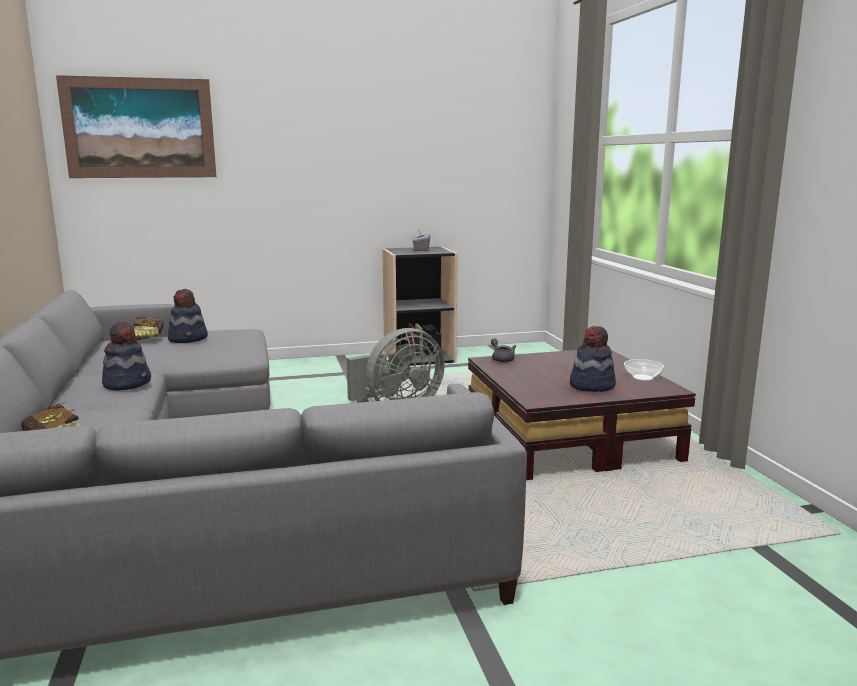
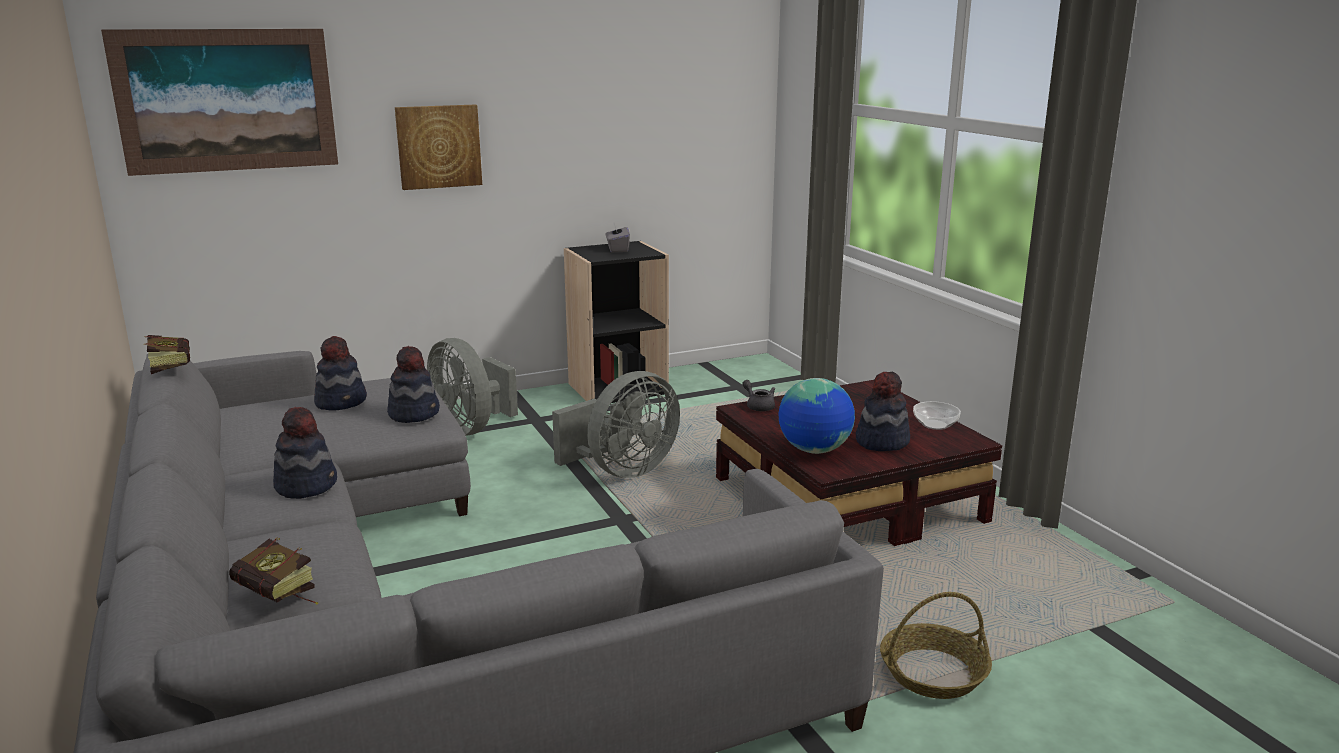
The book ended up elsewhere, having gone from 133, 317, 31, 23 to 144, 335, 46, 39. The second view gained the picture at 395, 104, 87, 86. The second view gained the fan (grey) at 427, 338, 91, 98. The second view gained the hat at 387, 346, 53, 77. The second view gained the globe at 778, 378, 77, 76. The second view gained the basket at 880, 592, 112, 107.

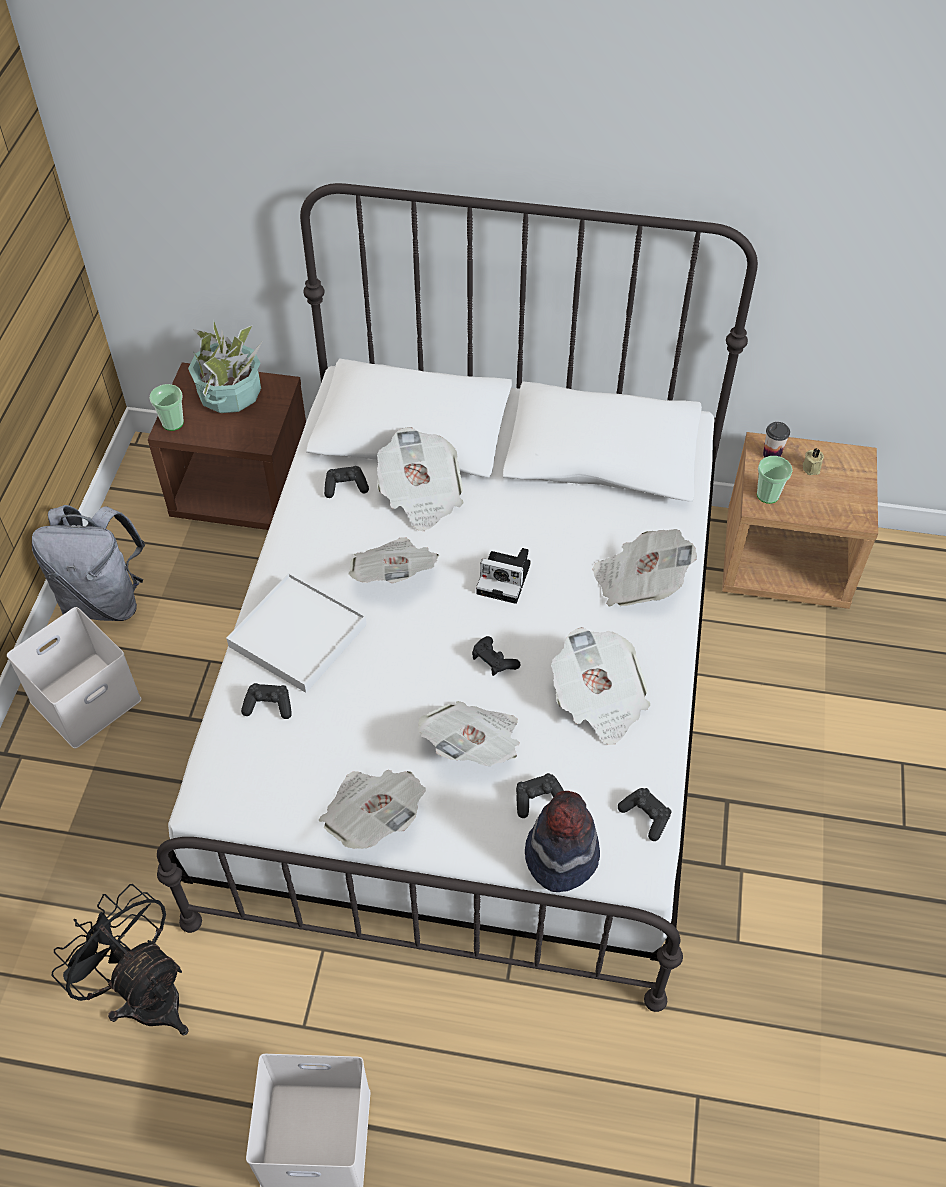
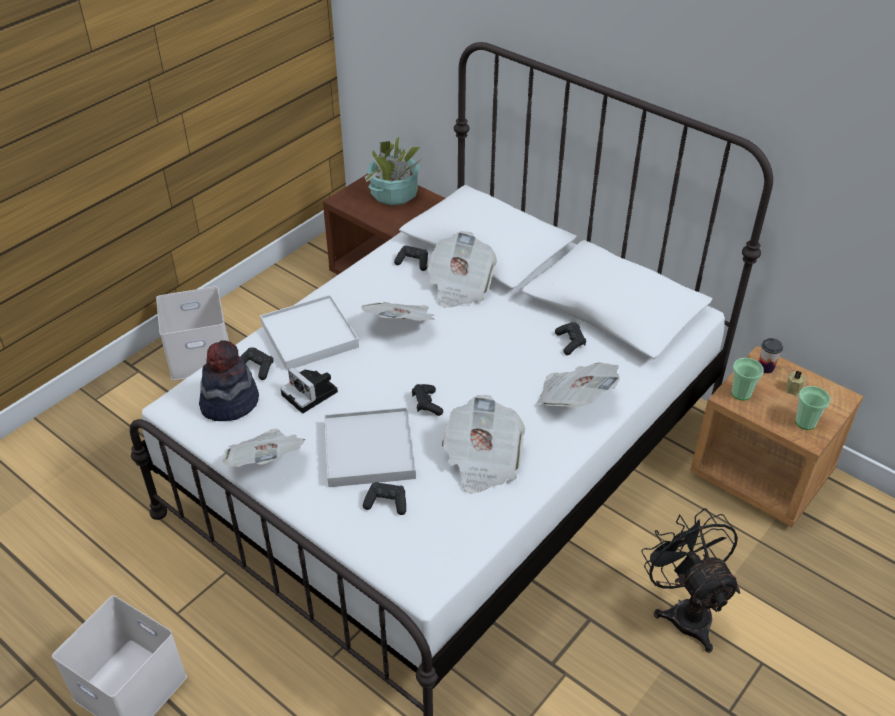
The cup ended up elsewhere, having gone from 150, 384, 34, 47 to 795, 386, 36, 44. The second view lost the backpack (grey) at 32, 505, 113, 116. The photo camera ended up elsewhere, having gone from 476, 548, 55, 56 to 280, 367, 58, 46. Where the newspaper stood at 418, 701, 102, 65, the tray (white) came to stand at 324, 407, 92, 80. The game controller (black) ended up elsewhere, having gone from 618, 788, 53, 53 to 555, 322, 31, 33. The hat ended up elsewhere, having gone from 525, 791, 75, 101 to 199, 340, 60, 81. The fan (black) ended up elsewhere, having gone from 52, 884, 137, 152 to 641, 508, 99, 145.

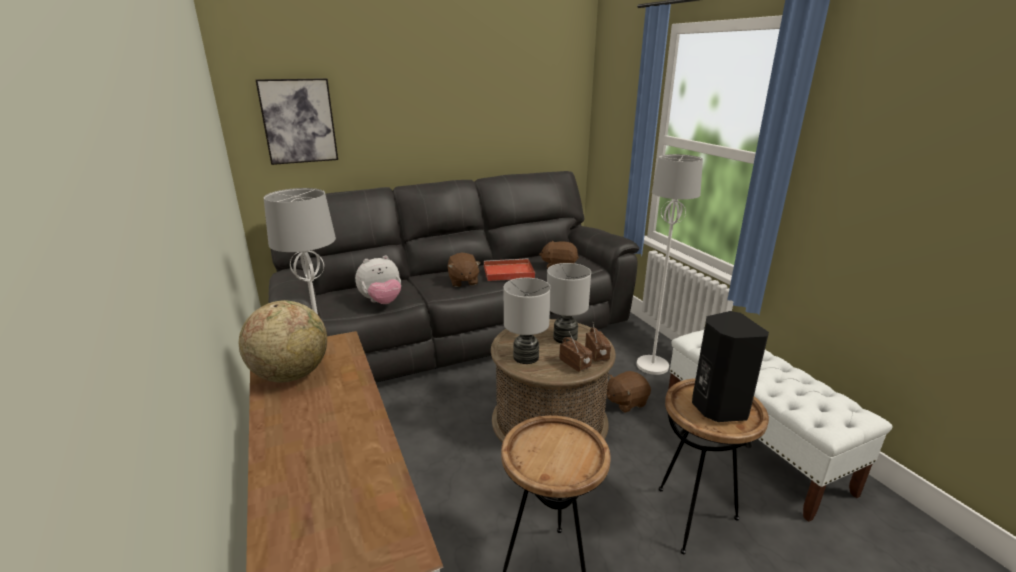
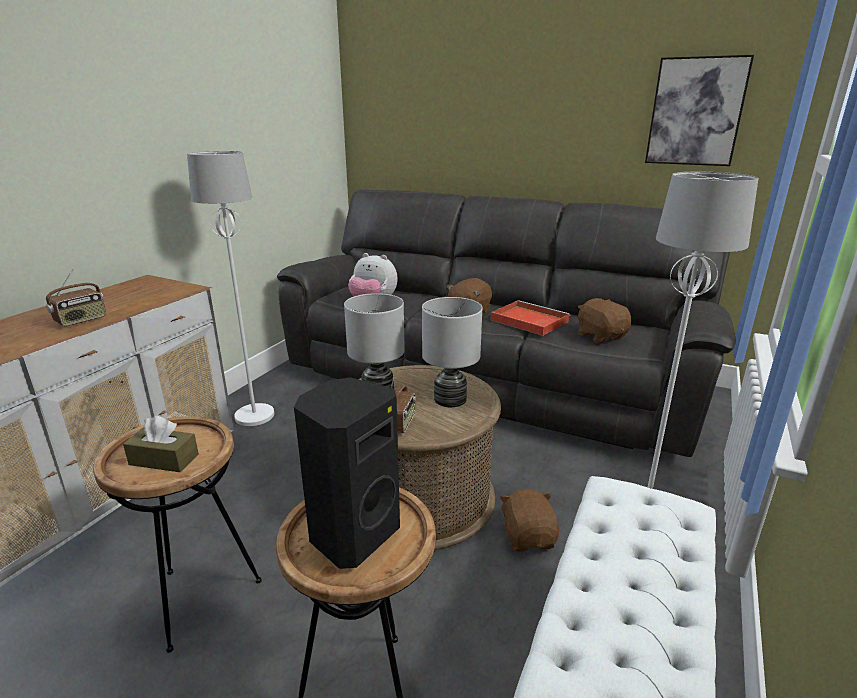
The picture ended up elsewhere, having gone from 256, 78, 82, 87 to 645, 55, 109, 111. The second view lost the globe at 239, 300, 88, 82. The radio ended up elsewhere, having gone from 585, 321, 26, 41 to 46, 269, 60, 57. The plush toy (brown) at 607, 371, 44, 42 ended up facing another way, 60 degrees clockwise from before. The second view gained the tissue box (brown) at 123, 416, 76, 56.

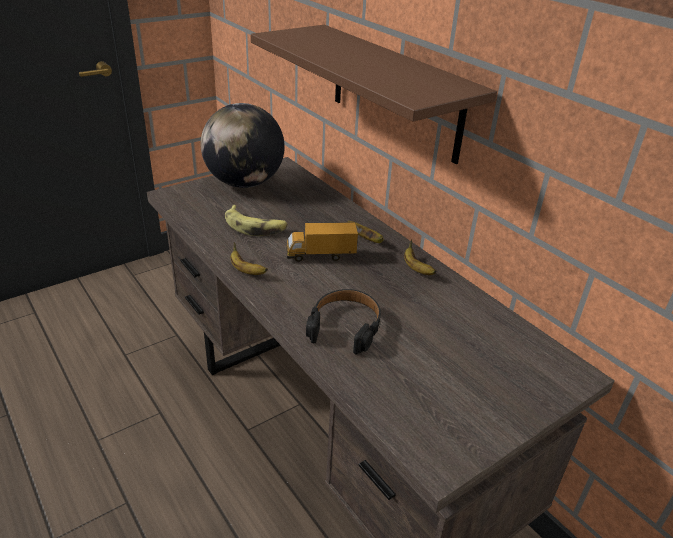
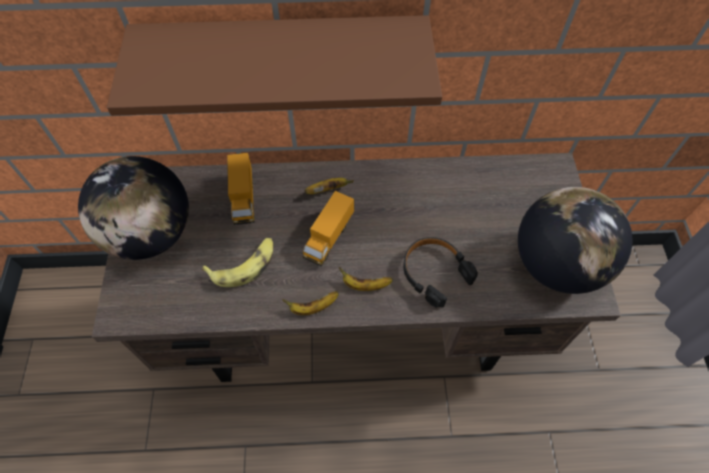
The banana ended up elsewhere, having gone from 404, 240, 33, 35 to 339, 267, 54, 24. The second view gained the toy truck at 227, 153, 28, 72. The second view gained the globe at 518, 187, 114, 107.

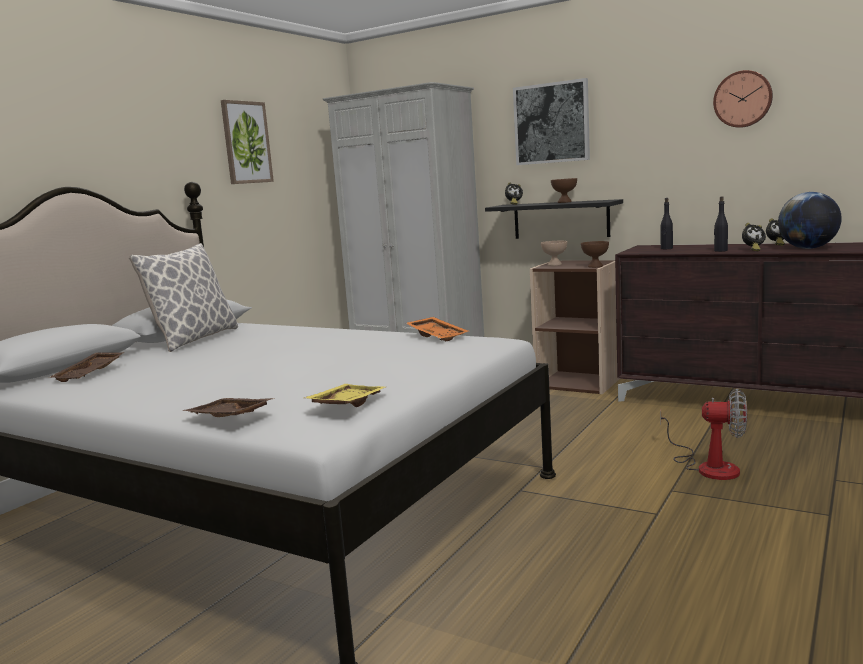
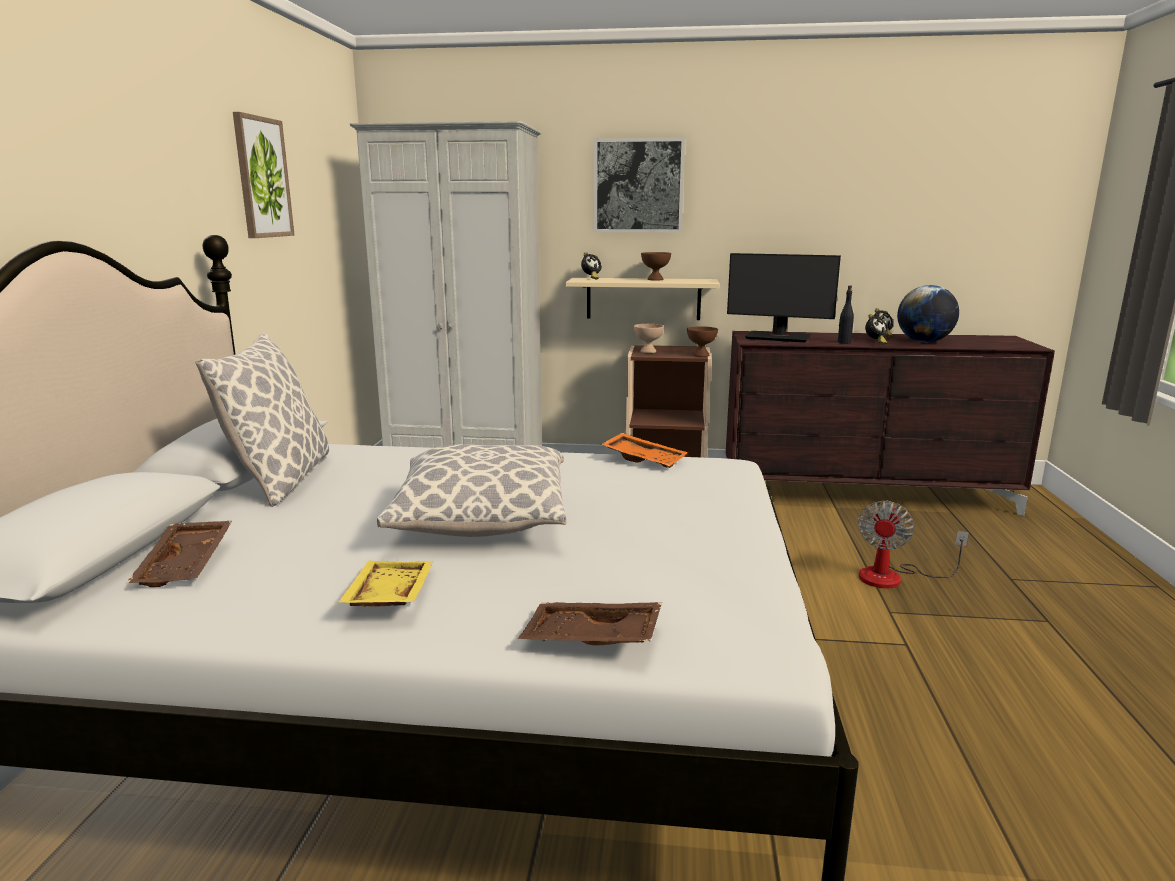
The second view lost the wall clock at 713, 70, 60, 58. Where the bottle (black) stood at 661, 198, 12, 51, the monitor came to stand at 727, 253, 114, 89. What was the shelf (black) at 485, 199, 138, 40 turned into the shelf (beige) at 565, 278, 155, 42. The tray (yellow) ended up elsewhere, having gone from 304, 384, 82, 23 to 338, 561, 95, 46. The fan at 660, 388, 87, 92 ended up facing another way, 120 degrees clockwise from before. The second view gained the pillow at 377, 444, 190, 93.

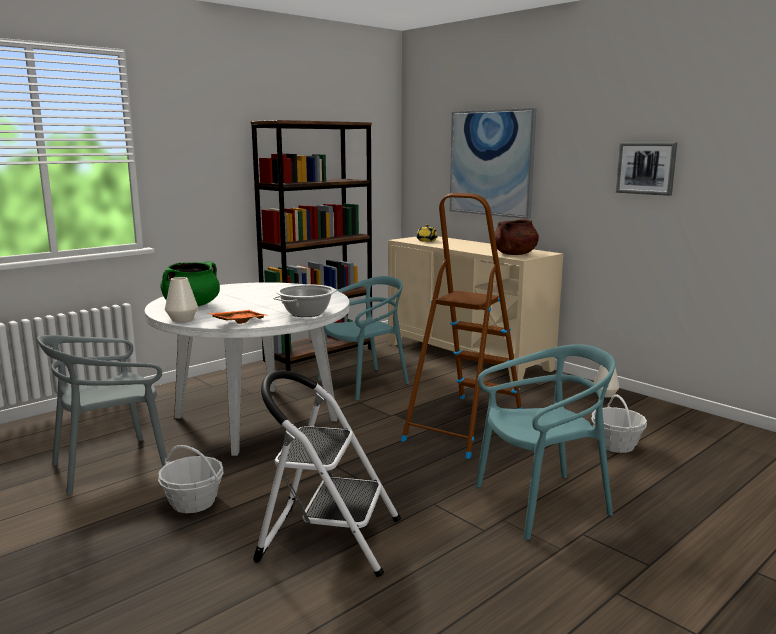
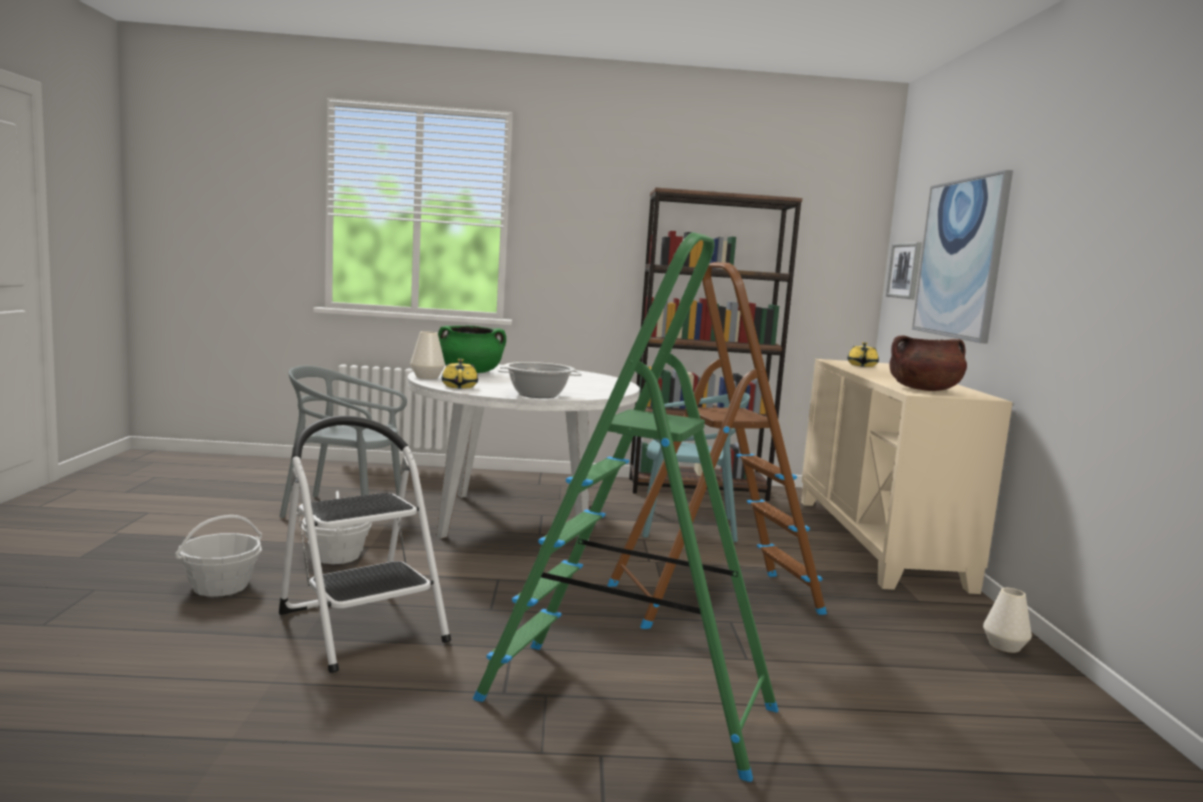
The picture ended up elsewhere, having gone from 616, 142, 61, 54 to 886, 242, 36, 57. Where the tray (orange) stood at 208, 310, 58, 14, the teapot (yellow) came to stand at 442, 359, 36, 30. Where the chair (turquoise) stood at 475, 344, 140, 196, the step ladder (green) came to stand at 473, 232, 305, 550. The basket ended up elsewhere, having gone from 591, 394, 56, 59 to 175, 515, 87, 82.

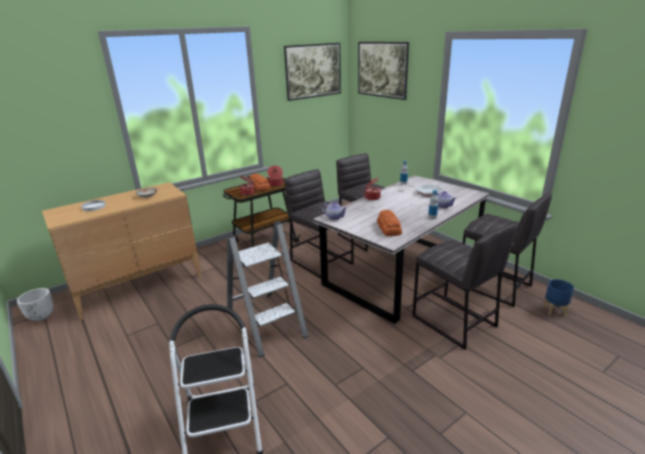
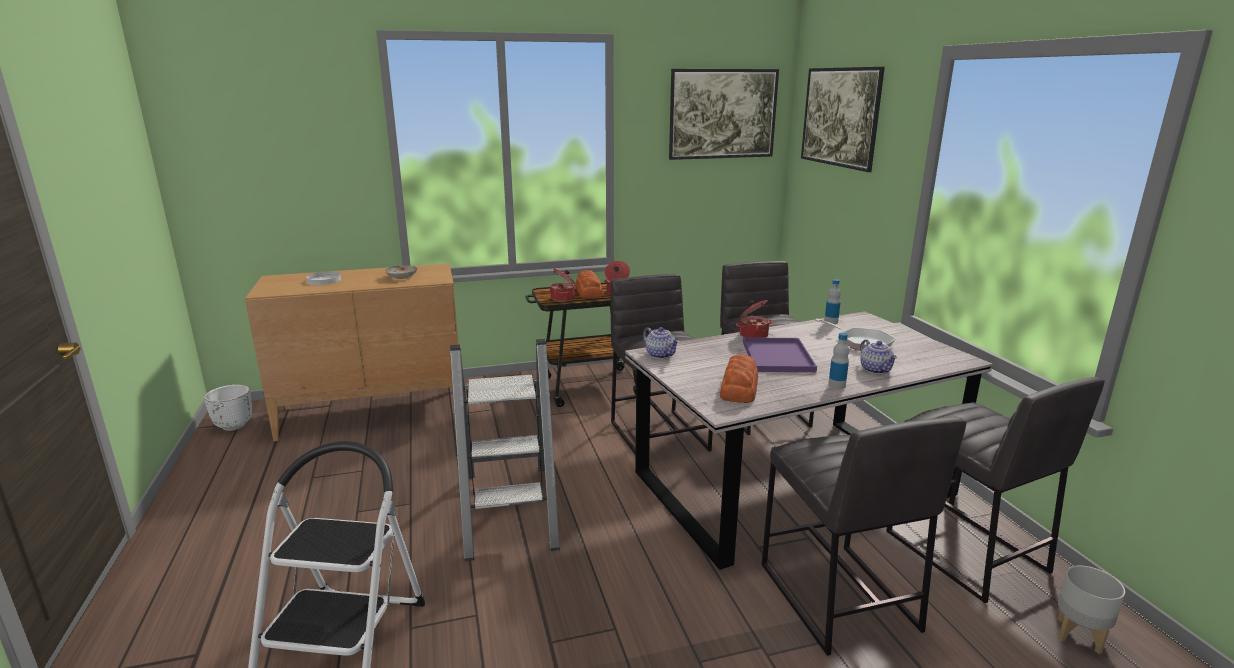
What was the planter (blue) at 544, 279, 30, 37 turned into the planter (grey) at 1058, 565, 67, 89. The second view gained the tray (purple) at 743, 337, 74, 35.

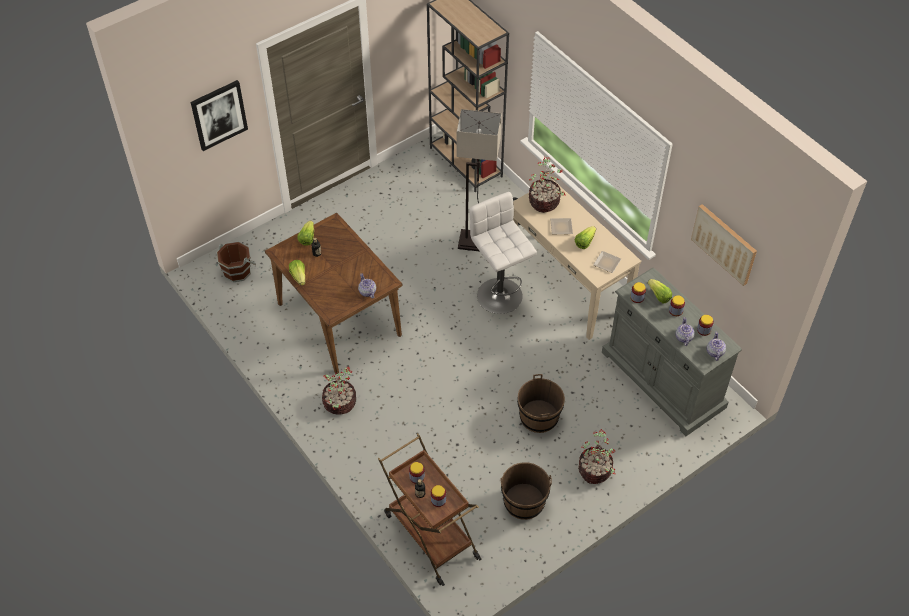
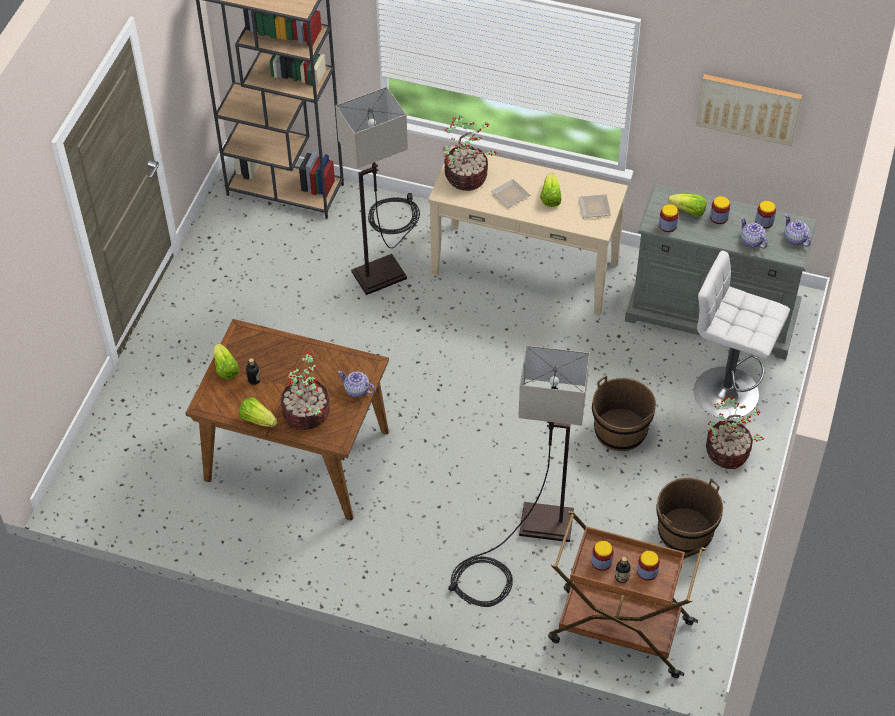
The second view lost the picture at 191, 80, 57, 71. The stool (white) ended up elsewhere, having gone from 469, 192, 68, 122 to 694, 251, 96, 168. The second view lost the bucket (brown) at 216, 241, 40, 41. The potted plant ended up elsewhere, having gone from 322, 366, 34, 49 to 281, 350, 49, 80. The second view gained the floor lamp at 448, 345, 142, 262.

